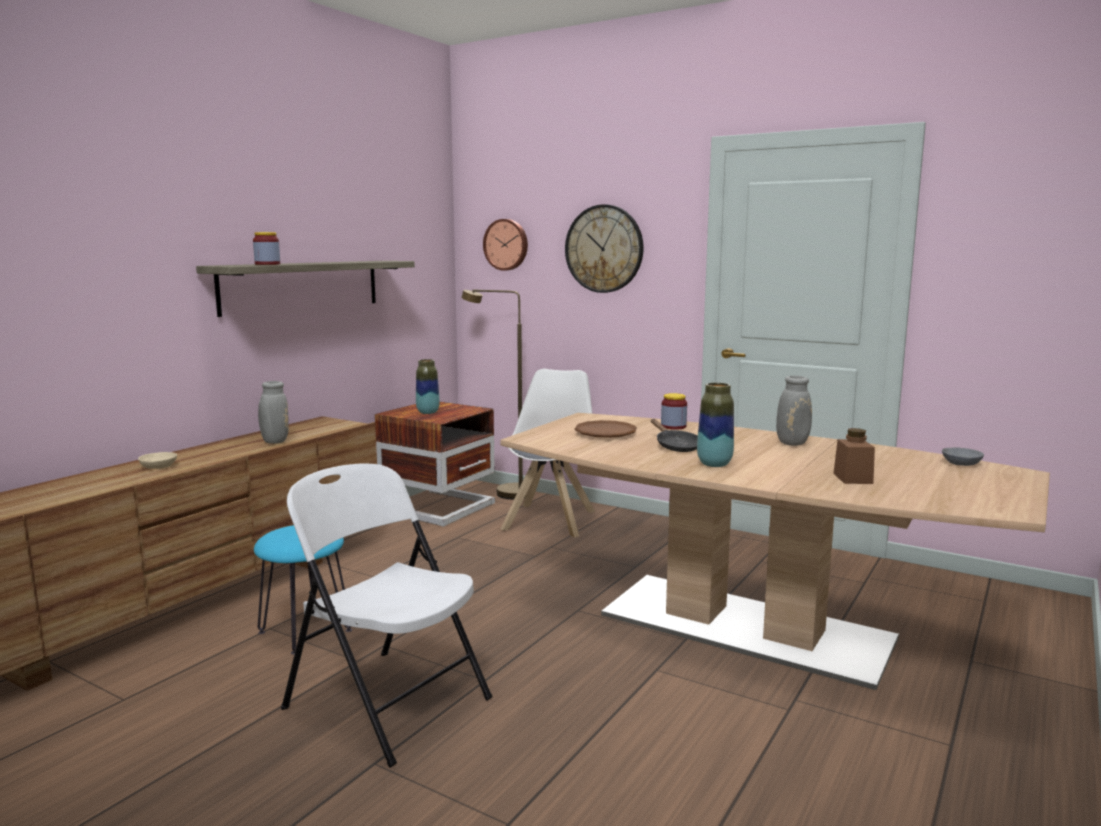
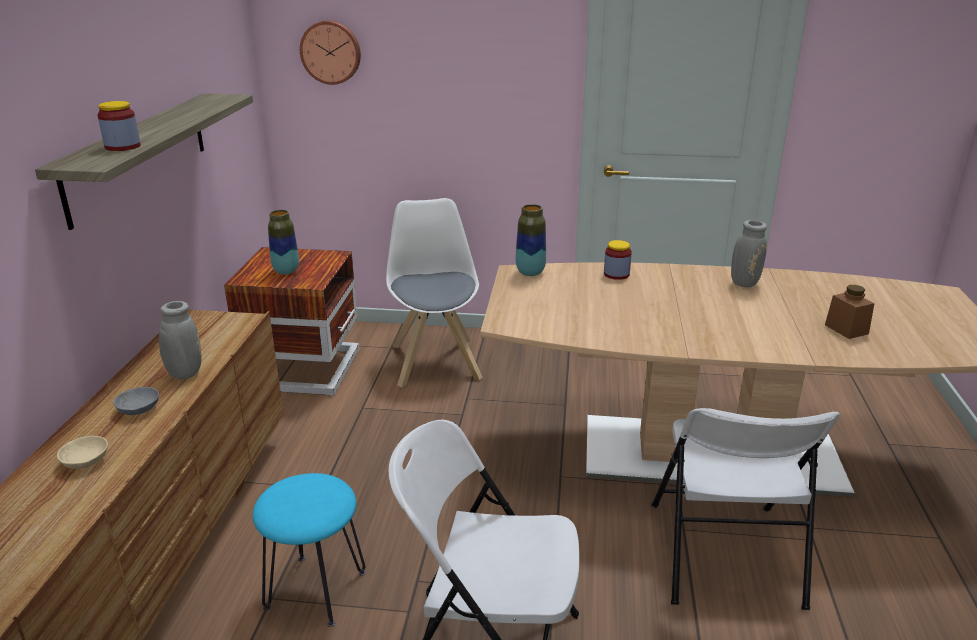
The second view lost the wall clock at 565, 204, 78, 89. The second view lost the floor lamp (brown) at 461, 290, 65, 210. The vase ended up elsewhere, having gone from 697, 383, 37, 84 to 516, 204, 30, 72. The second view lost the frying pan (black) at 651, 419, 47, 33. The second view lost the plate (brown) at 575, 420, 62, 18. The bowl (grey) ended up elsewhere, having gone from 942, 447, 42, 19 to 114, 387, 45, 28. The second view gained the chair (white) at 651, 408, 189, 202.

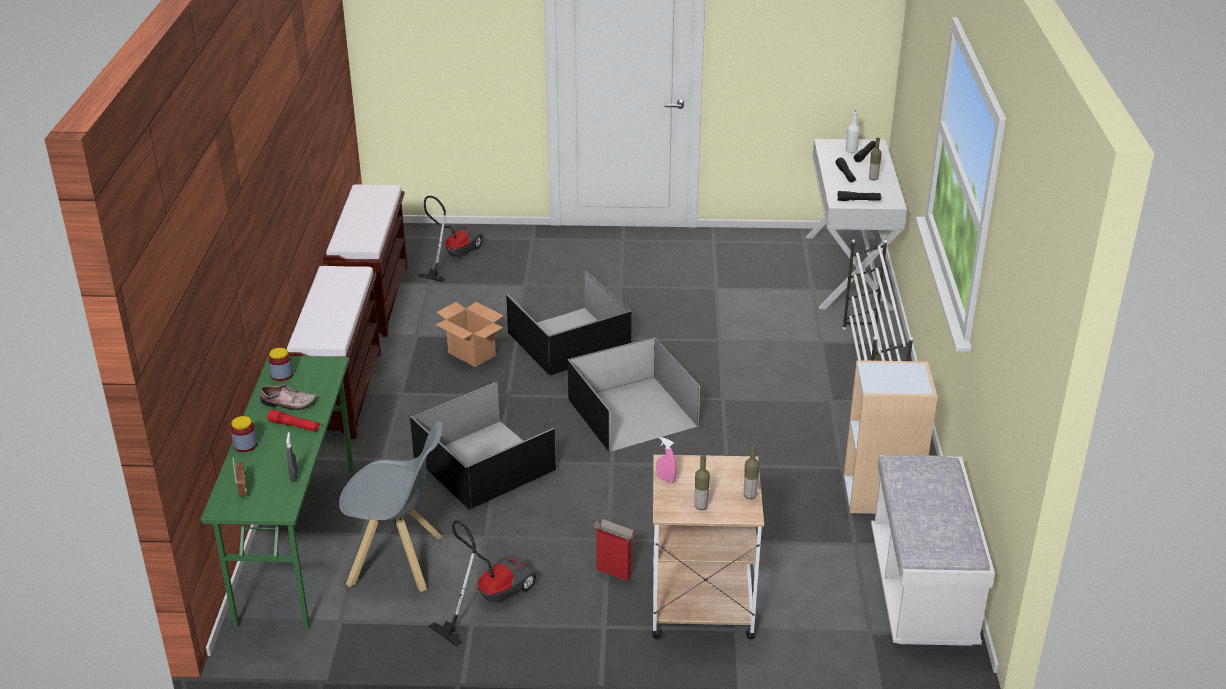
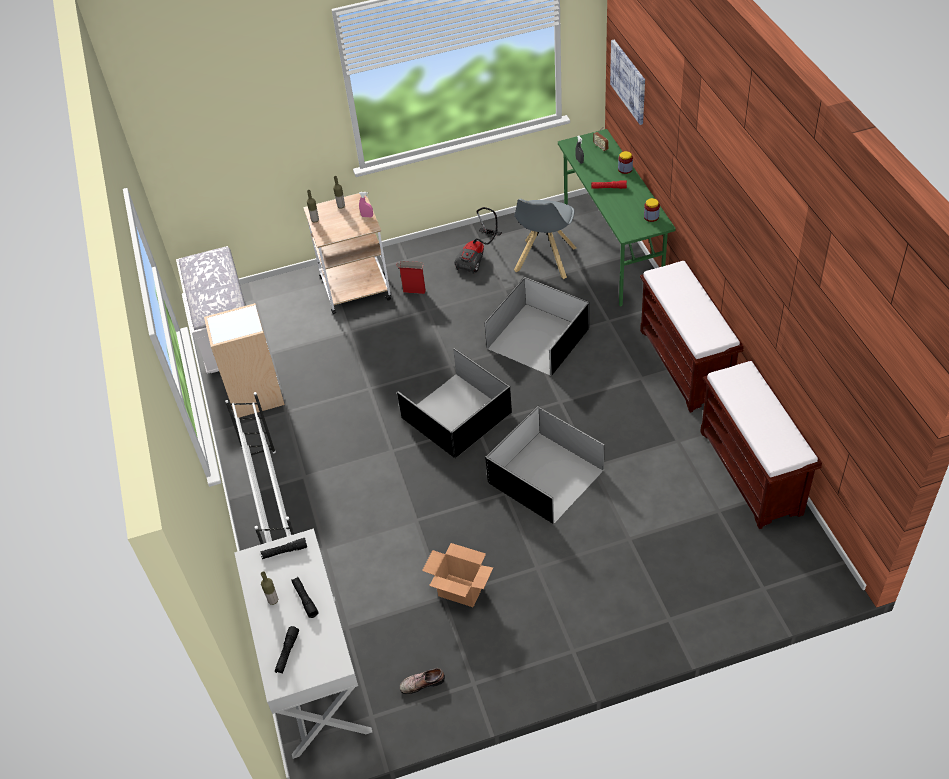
The second view lost the bottle (white) at 846, 110, 14, 43. The second view lost the vacuum cleaner at 418, 196, 65, 86. The cardboard box ended up elsewhere, having gone from 435, 302, 68, 65 to 422, 543, 71, 64. The shoe ended up elsewhere, having gone from 260, 384, 57, 26 to 400, 668, 45, 27. The chair (grey) at 339, 421, 104, 171 ended up facing another way, 60 degrees counterclockwise from before. The second view gained the picture at 610, 40, 35, 85.

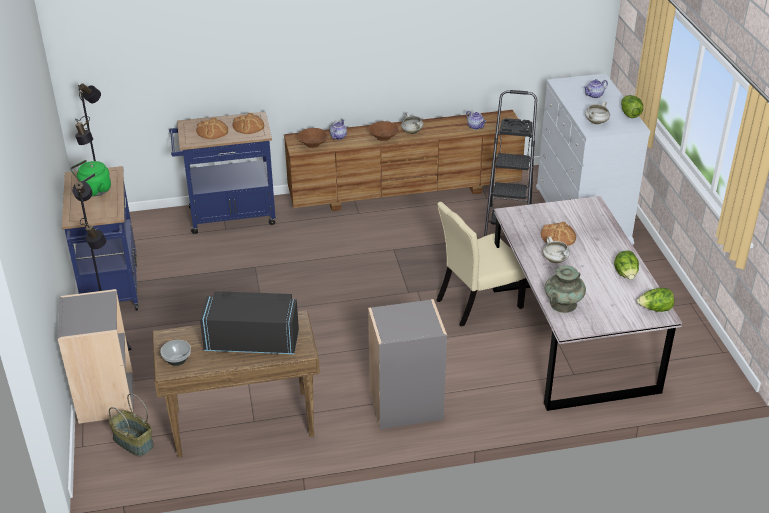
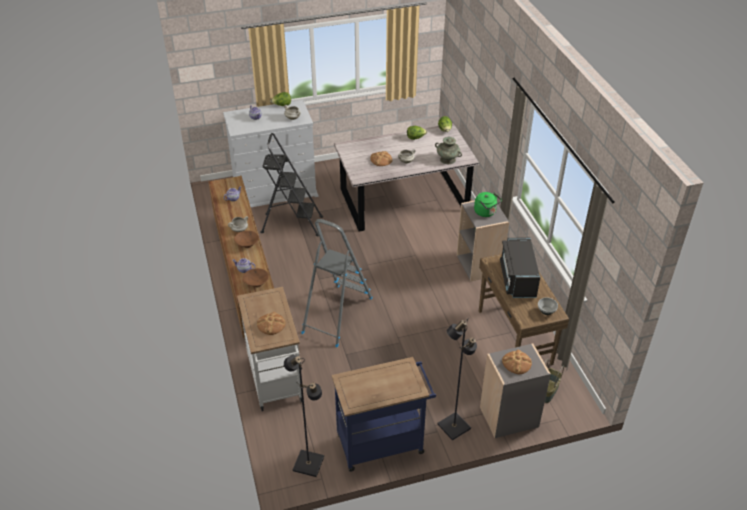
What was the cart (blue) at 169, 111, 107, 123 turned into the cart (white) at 237, 287, 65, 124. The bread ended up elsewhere, having gone from 232, 113, 32, 21 to 502, 350, 30, 24. The kettle (green) ended up elsewhere, having gone from 70, 160, 41, 36 to 474, 192, 28, 25. The second view lost the chair (beige) at 436, 202, 91, 124. The second view gained the step ladder (grey) at 301, 219, 72, 128.

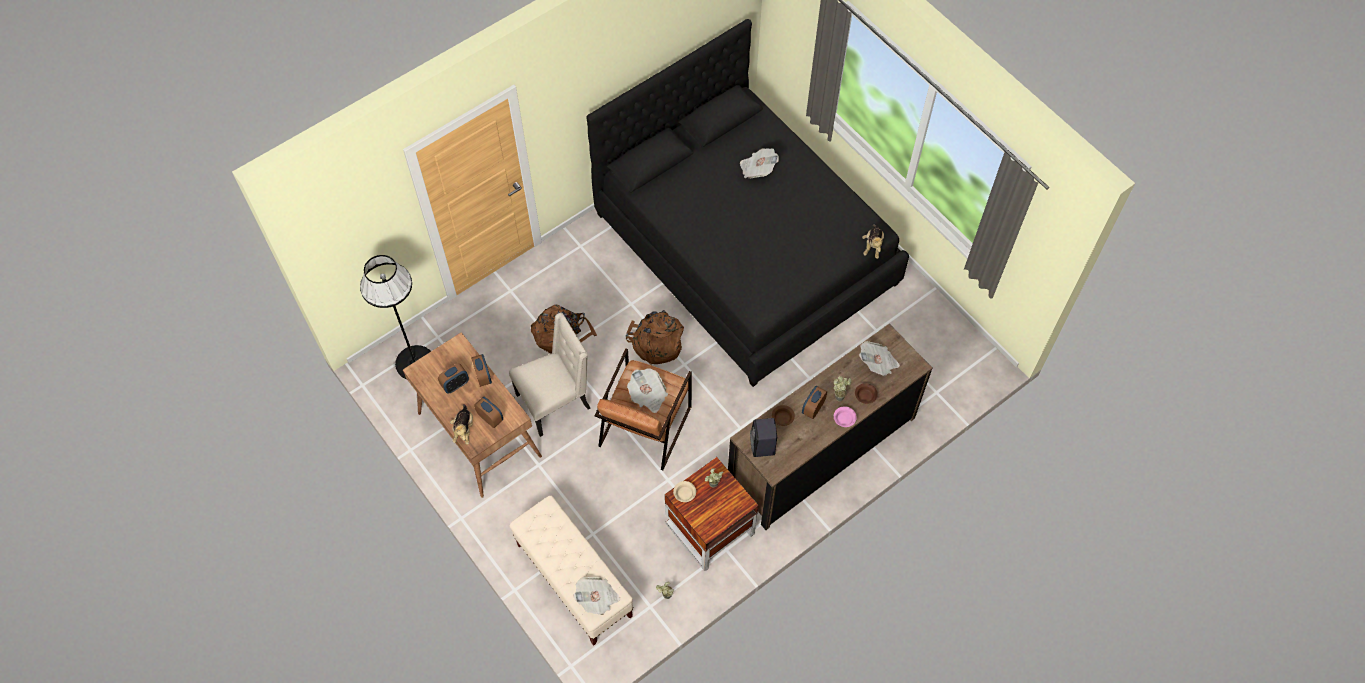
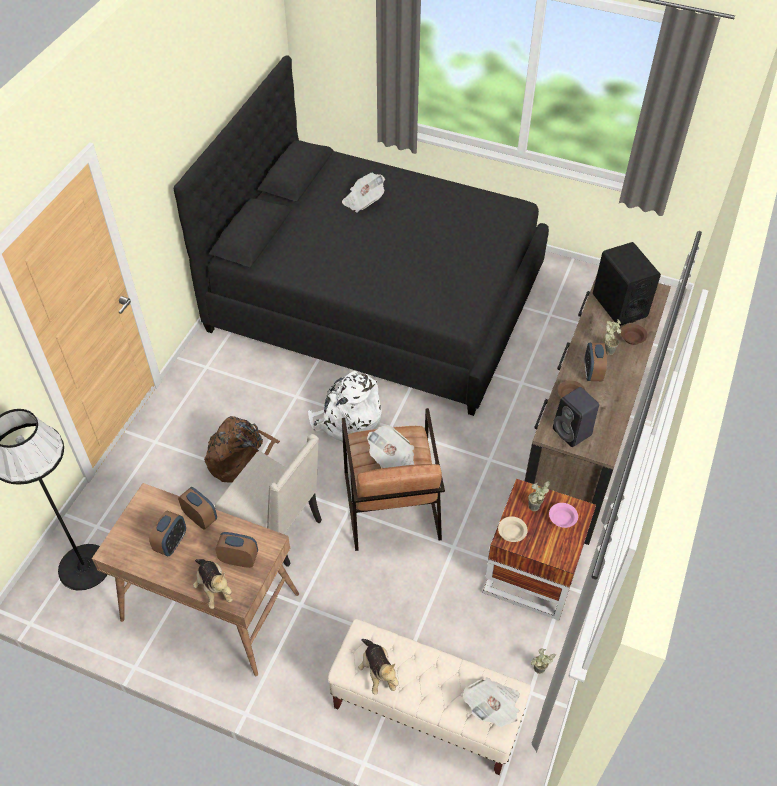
The plush toy ended up elsewhere, having gone from 862, 224, 22, 35 to 358, 639, 41, 56. What was the backpack (brown) at 626, 310, 58, 55 turned into the backpack (white) at 308, 371, 74, 71. The chair (beige) at 509, 313, 81, 124 ended up facing another way, 90 degrees clockwise from before. Where the newspaper stood at 859, 341, 41, 35, the speaker (black) came to stand at 593, 242, 68, 84. The bowl (pink) ended up elsewhere, having gone from 834, 406, 23, 21 to 549, 503, 29, 25.

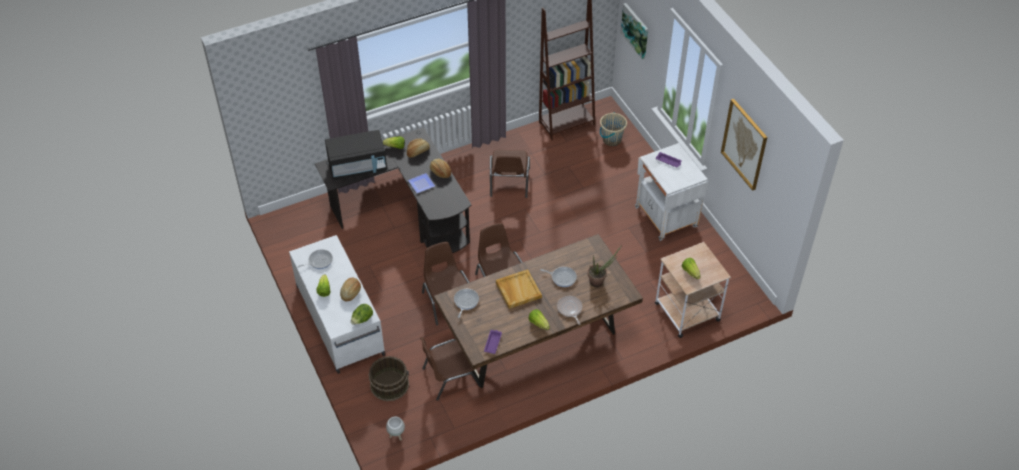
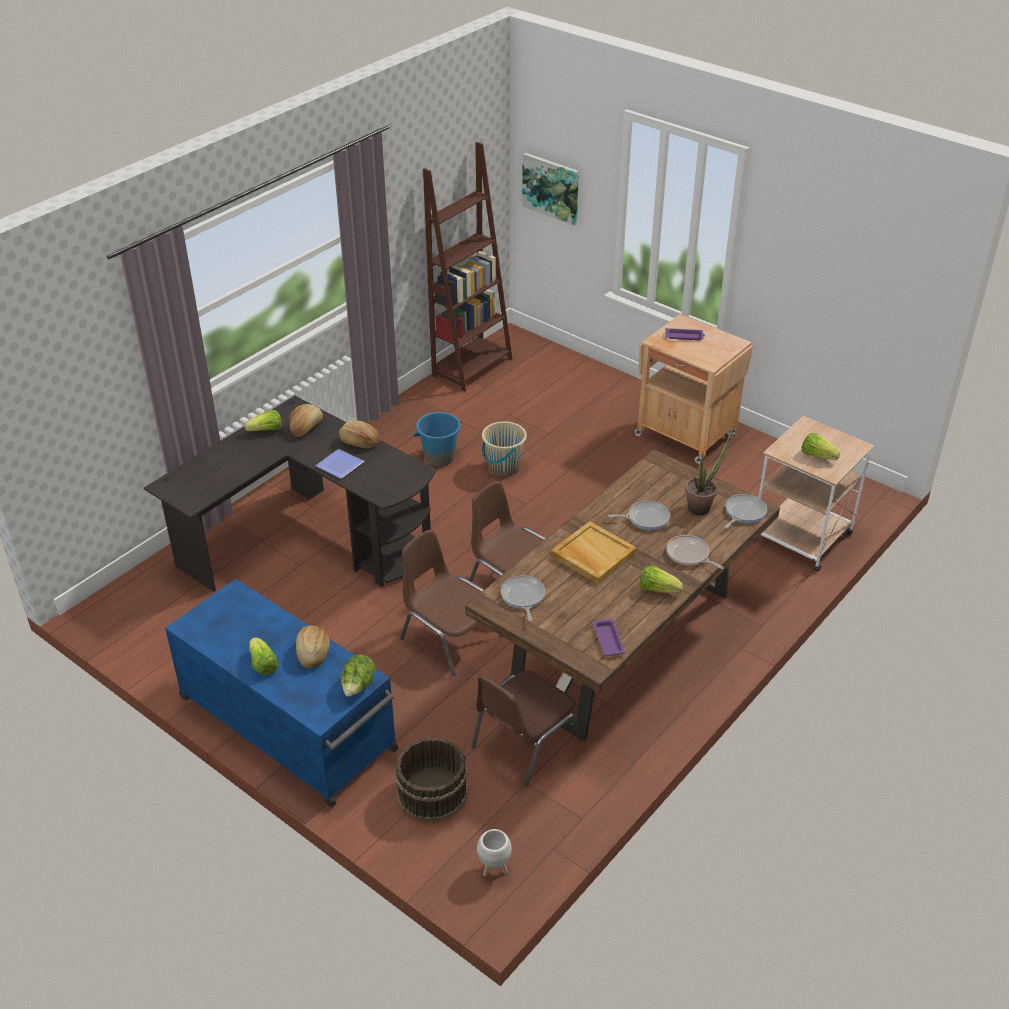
The second view lost the picture at 721, 99, 46, 92. The bucket (beige) ended up elsewhere, having gone from 600, 112, 27, 34 to 482, 421, 45, 55. The second view lost the microwave (black) at 325, 130, 62, 50. What was the cart (white) at 635, 143, 73, 98 turned into the cart (brown) at 634, 314, 120, 150. Where the chair (brown) stood at 490, 150, 40, 48, the bucket (blue) came to stand at 414, 412, 48, 54. What was the cabinet (white) at 289, 235, 96, 139 turned into the cabinet (blue) at 165, 579, 233, 228. The frying pan ended up elsewhere, having gone from 297, 249, 36, 20 to 725, 494, 42, 34.

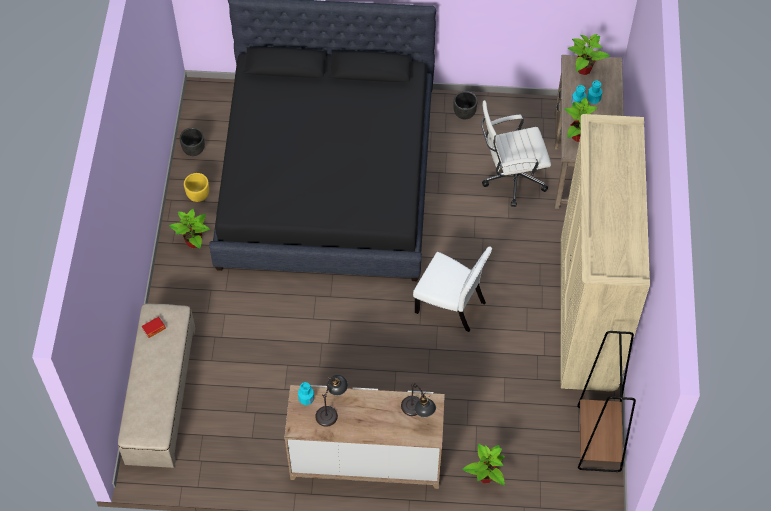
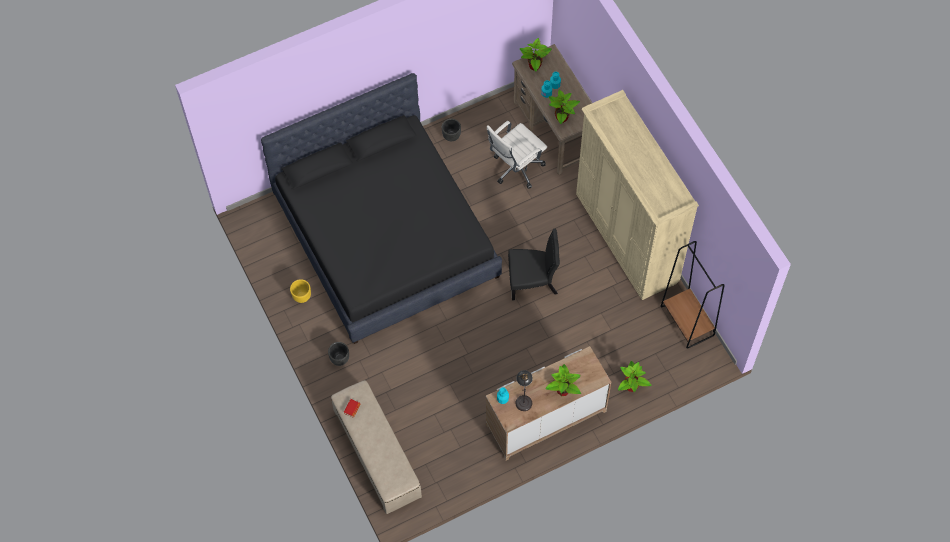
The planter (black) ended up elsewhere, having gone from 180, 128, 25, 28 to 328, 342, 21, 24. The potted plant ended up elsewhere, having gone from 169, 209, 41, 40 to 545, 364, 36, 32. What was the chair (white) at 413, 246, 79, 86 turned into the chair (black) at 508, 229, 52, 72. The second view lost the table lamp (grey) at 401, 384, 35, 33.

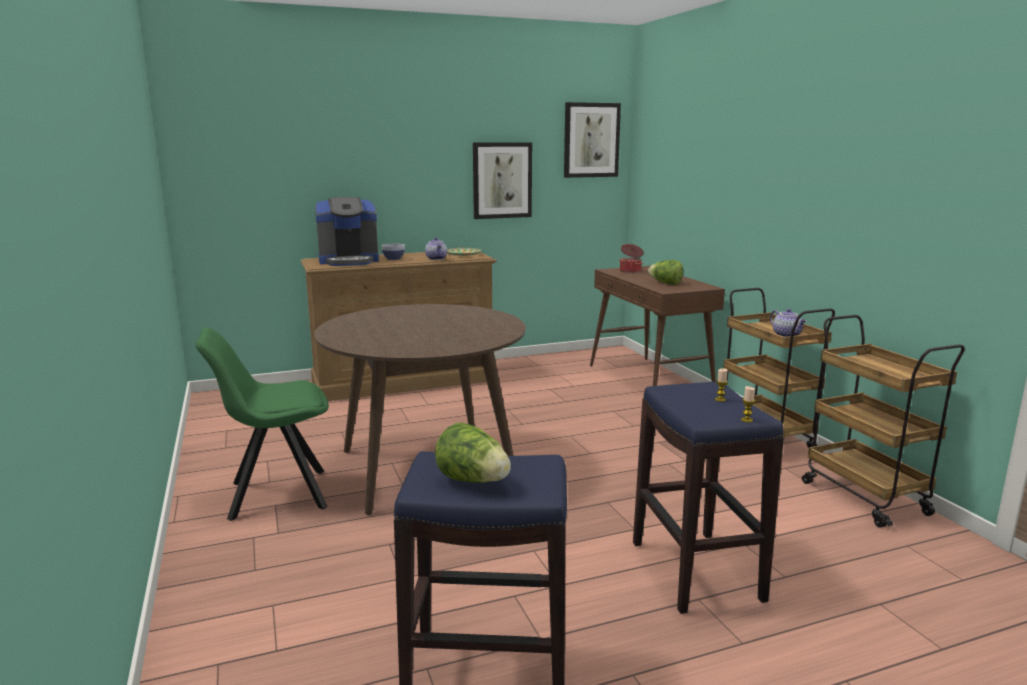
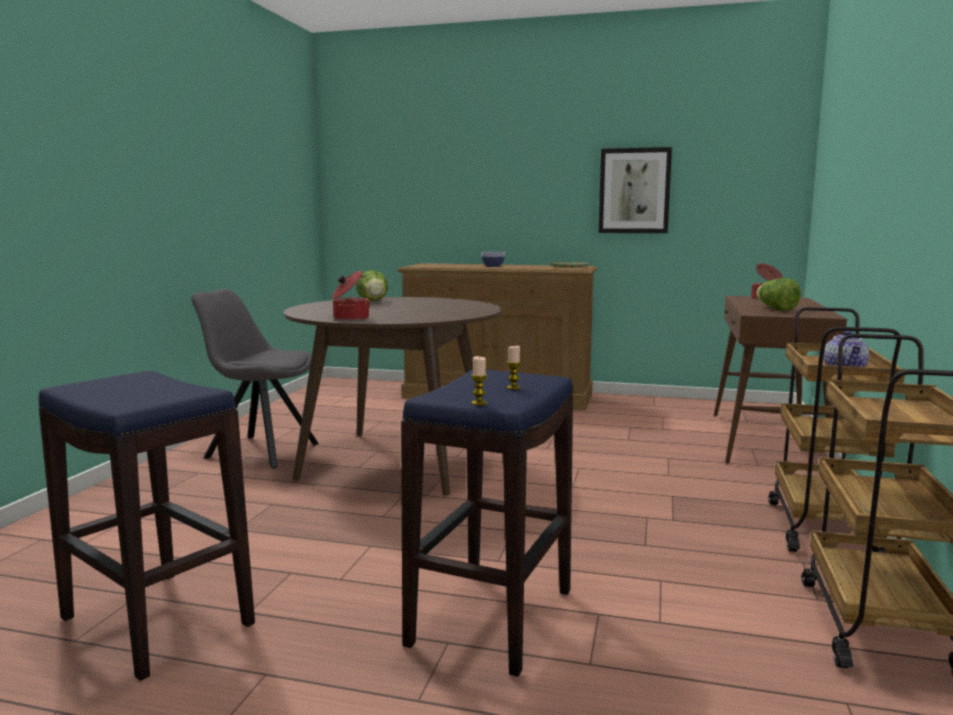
The second view lost the picture at 564, 102, 57, 76. The second view lost the coffee machine at 315, 197, 64, 69. The second view lost the teapot at 425, 237, 22, 23. What was the chair (green) at 195, 327, 134, 194 turned into the chair (grey) at 191, 289, 128, 179. The lettuce ended up elsewhere, having gone from 435, 423, 76, 60 to 356, 270, 32, 31. The second view gained the cooking pot at 332, 271, 38, 50.

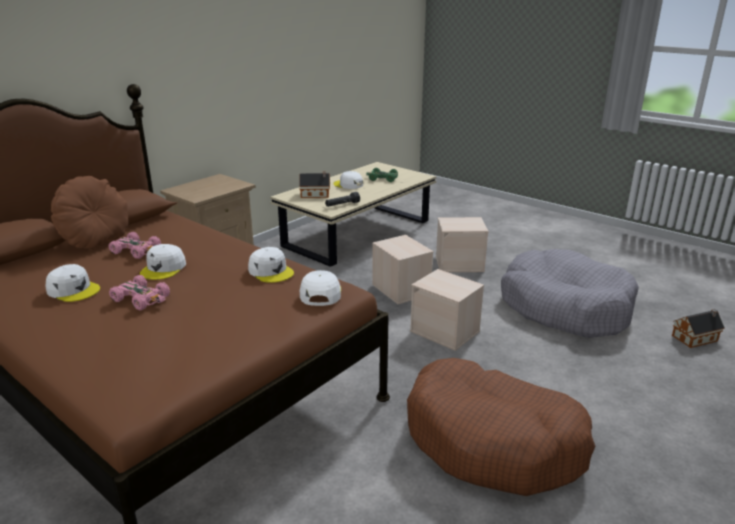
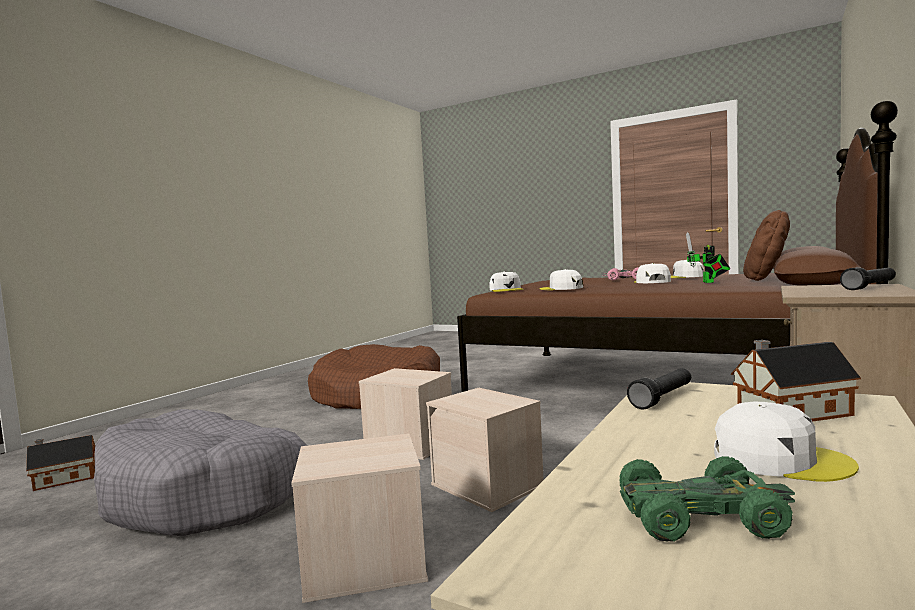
Where the toy car (pink) stood at 109, 232, 52, 27, the toy robot came to stand at 686, 232, 44, 51. The second view gained the flashlight (black) at 840, 267, 56, 23.

